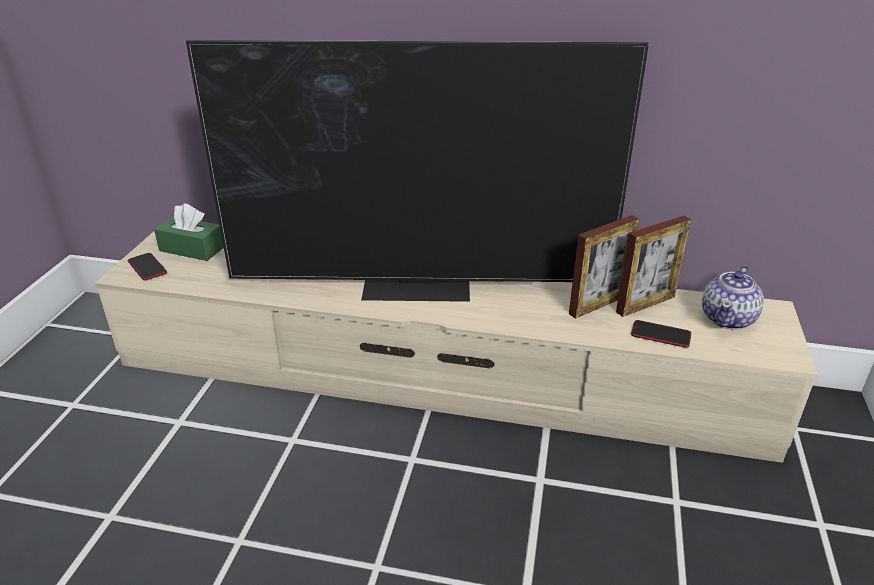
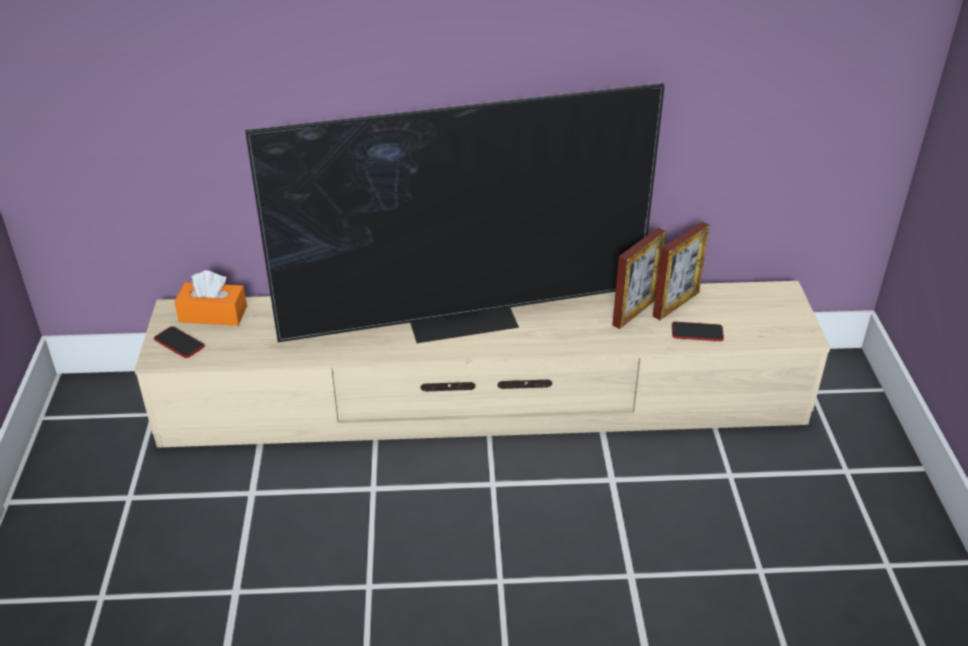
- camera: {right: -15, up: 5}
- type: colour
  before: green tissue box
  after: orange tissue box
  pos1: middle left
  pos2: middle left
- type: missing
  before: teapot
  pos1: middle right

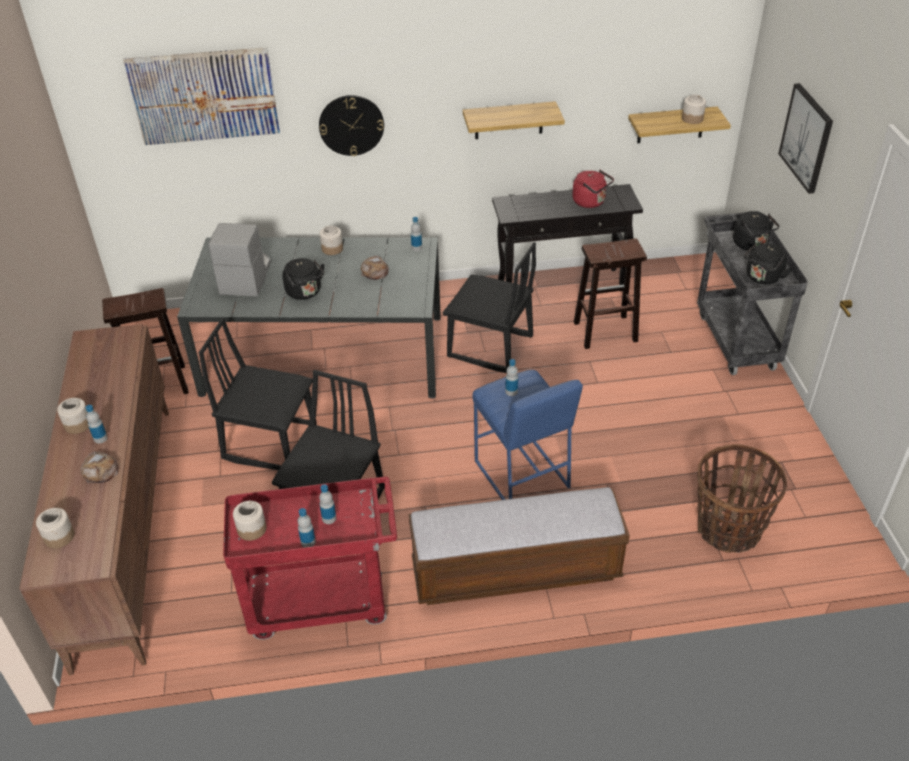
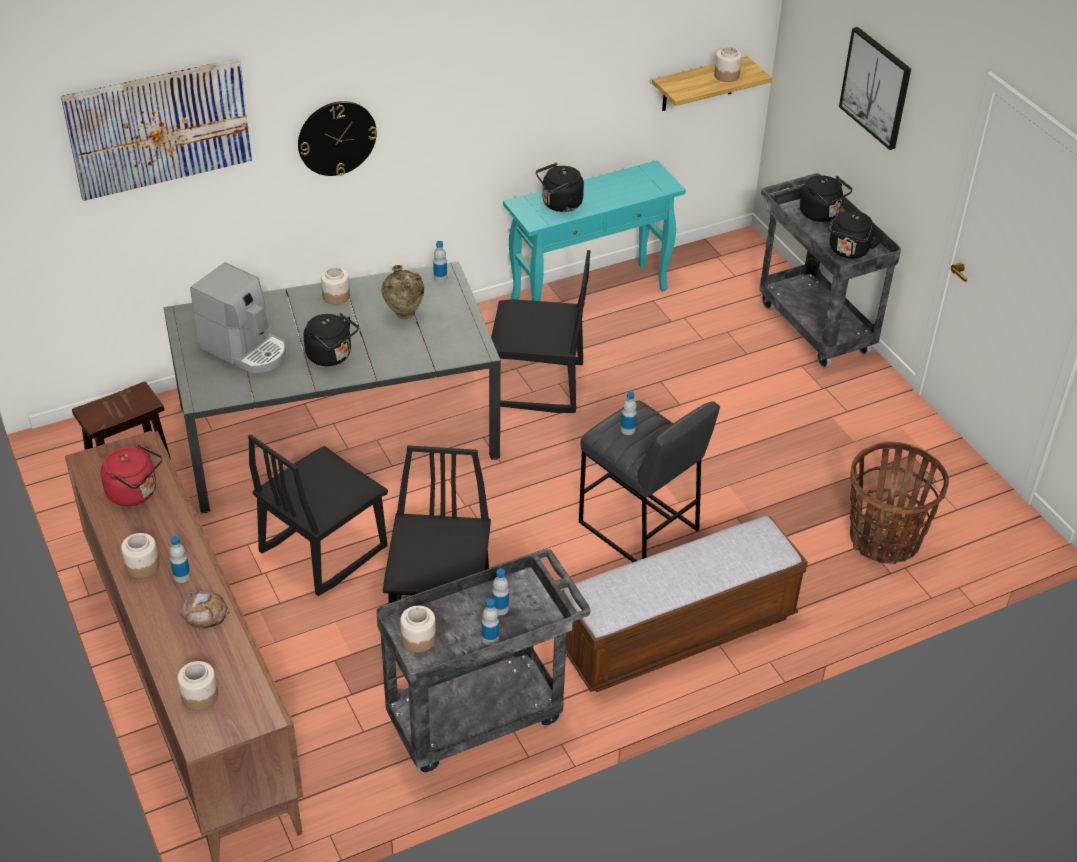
- camera: {right: -20, up: 0}
- type: spun
  before: black chair (no. 1 from left)
  pos1: middle left
  pos2: middle left
  turn: -45
- type: spun
  before: coffee machine
  pos1: middle left
  pos2: middle left
  turn: 135
- type: colour
  before: red cart
  after: grey cart (no. 1 from left)
  pos1: bottom centre
  pos2: bottom centre
- type: exchanged
  before: bread (no. 2 from left)
  after: beige vase
  pos1: centre
  pos2: centre
- type: missing
  before: shelf (no. 1 from left)
  pos1: top centre
- type: colour
  before: blue stool
  after: grey stool
  pos1: centre
  pos2: centre
- type: colour
  before: black console table
  after: turquoise console table
  pos1: top centre
  pos2: top centre
- type: relocated
  before: red kettle
  pos1: top centre
  pos2: middle left
- type: missing
  before: brown stool (no. 2 from left)
  pos1: middle right
- type: appeared
  after: black kettle (no. 2 from left)
  pos2: top centre

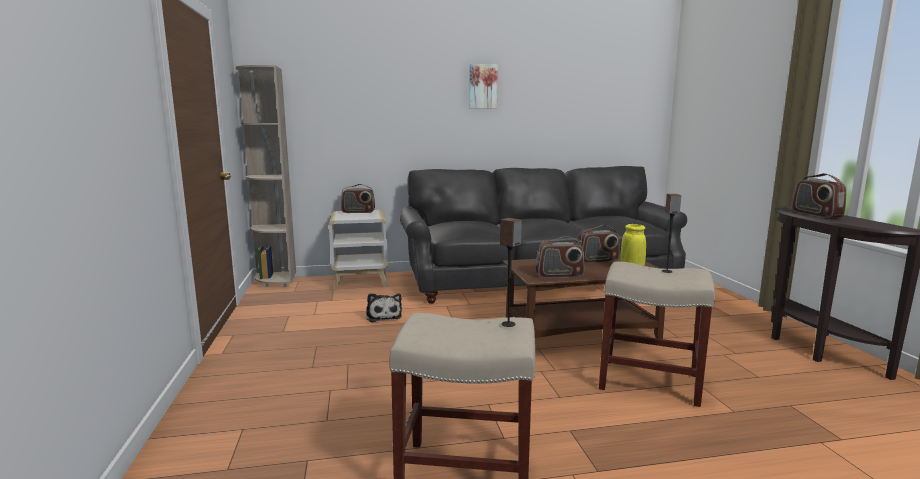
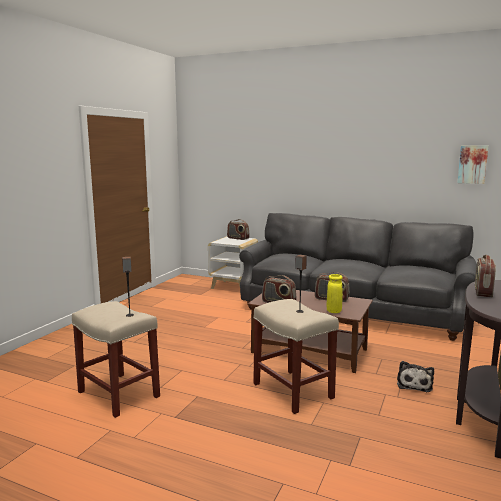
- camera: {right: 35, up: 0}
- type: missing
  before: beige bookcase
  pos1: middle left
- type: relocated
  before: plush toy
  pos1: centre
  pos2: bottom right
- type: relocated
  before: picture
  pos1: top centre
  pos2: top right

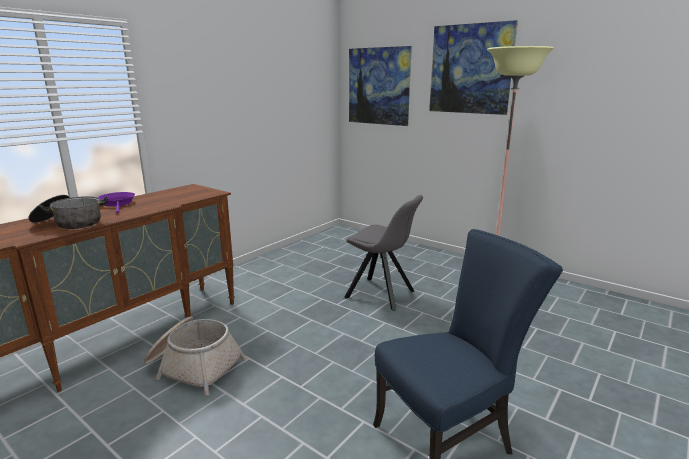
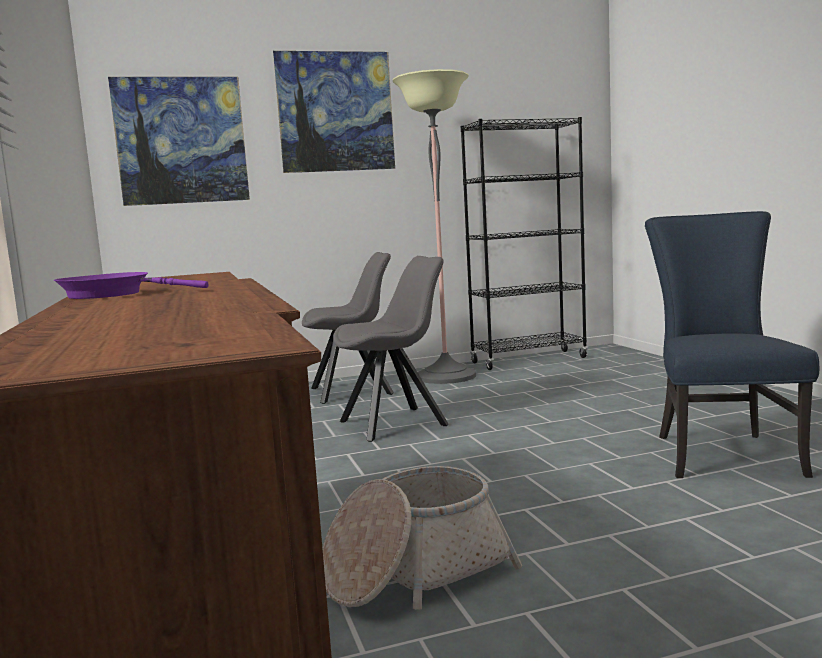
- camera: {right: -55, up: -10}
- type: missing
  before: cooking pot
  pos1: middle left
- type: appeared
  after: grey chair (no. 1 from left)
  pos2: centre
- type: appeared
  after: black bookcase
  pos2: centre

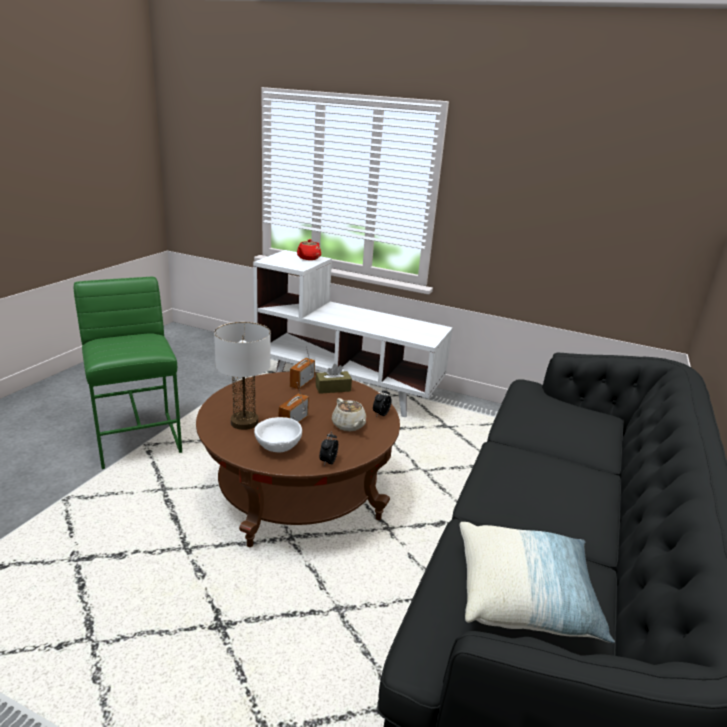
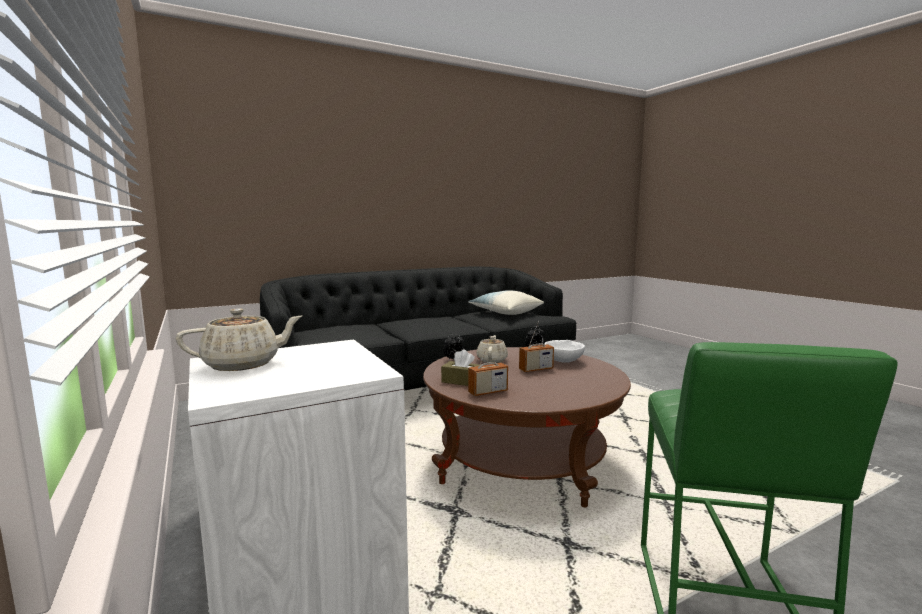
- camera: {right: -140, up: -15}
- type: missing
  before: table lamp
  pos1: middle left
- type: colour
  before: red teapot
  after: beige teapot (no. 1 from left)
  pos1: centre
  pos2: middle left

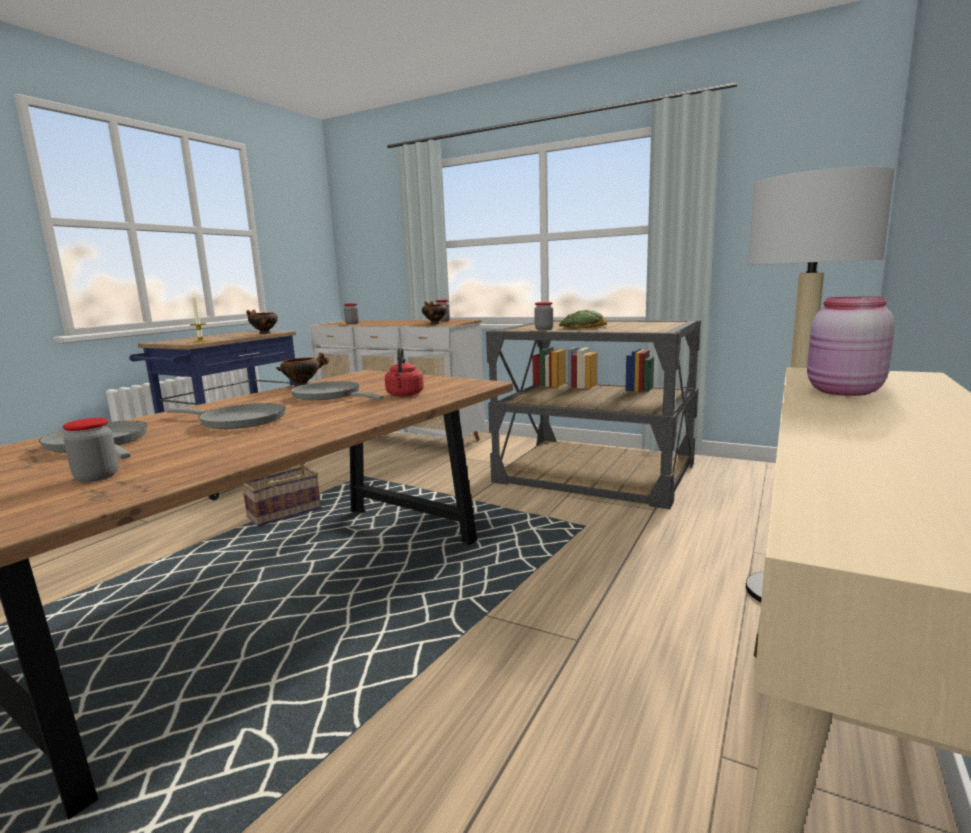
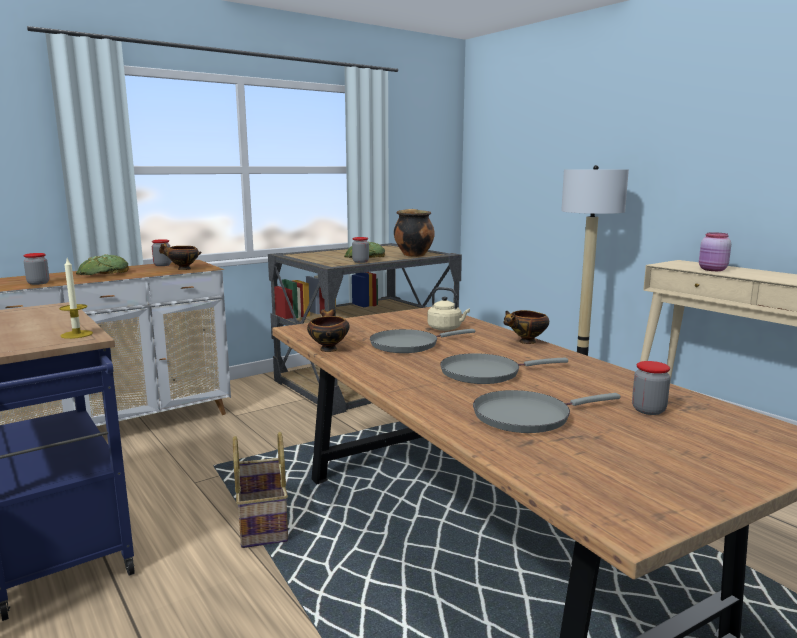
- camera: {right: -65, up: 0}
- type: spun
  before: grey frying pan (no. 2 from left)
  pos1: middle left
  pos2: centre
  turn: -150
- type: relocated
  before: bowl (no. 1 from left in the first image)
  after: bowl (no. 3 from left)
  pos1: middle left
  pos2: centre
- type: colour
  before: red kettle
  after: beige kettle
  pos1: centre
  pos2: centre
- type: appeared
  after: bread (no. 1 from left)
  pos2: middle left
- type: appeared
  after: cooking pot
  pos2: centre

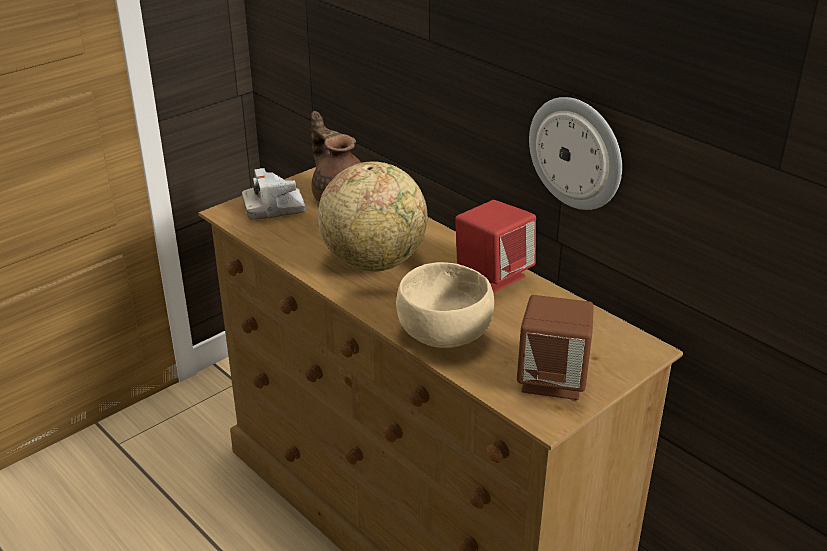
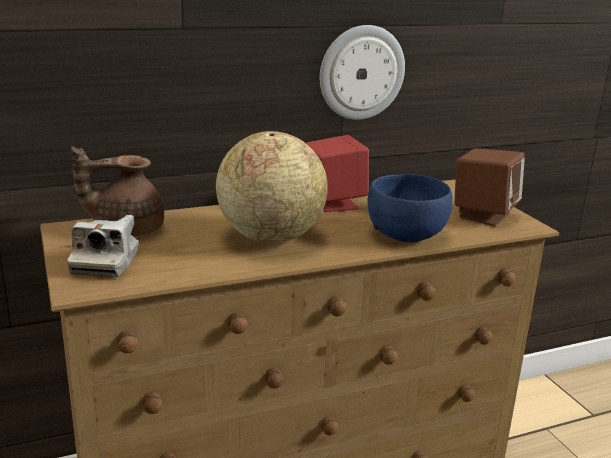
- camera: {right: -70, up: -10}
- type: colour
  before: beige bowl
  after: blue bowl
  pos1: centre
  pos2: middle right

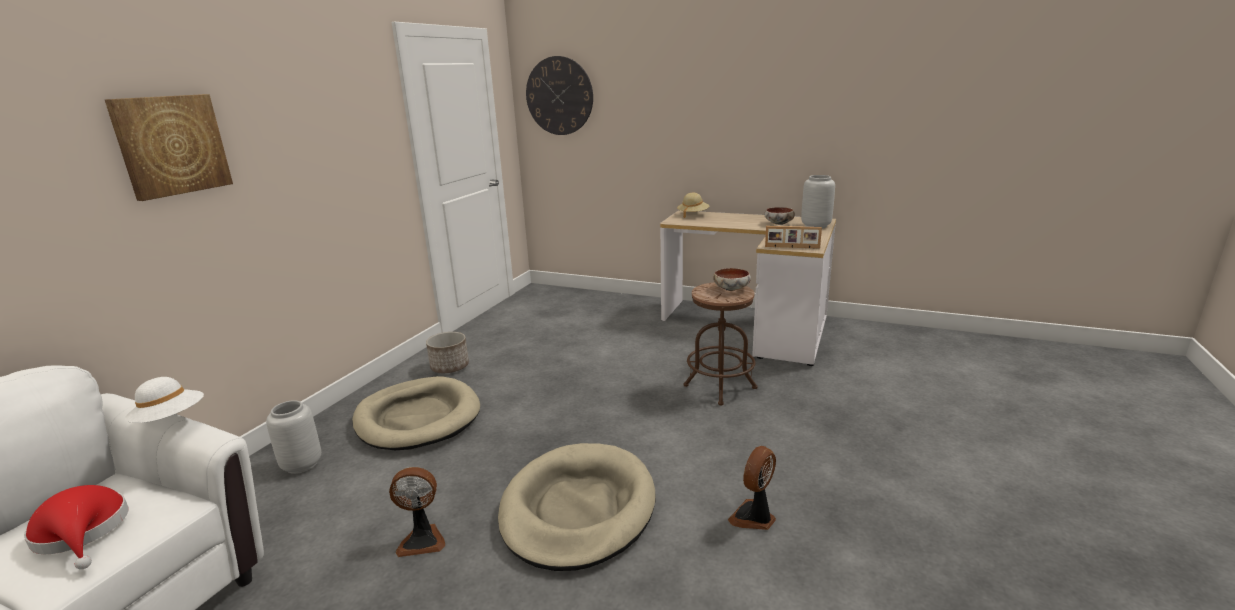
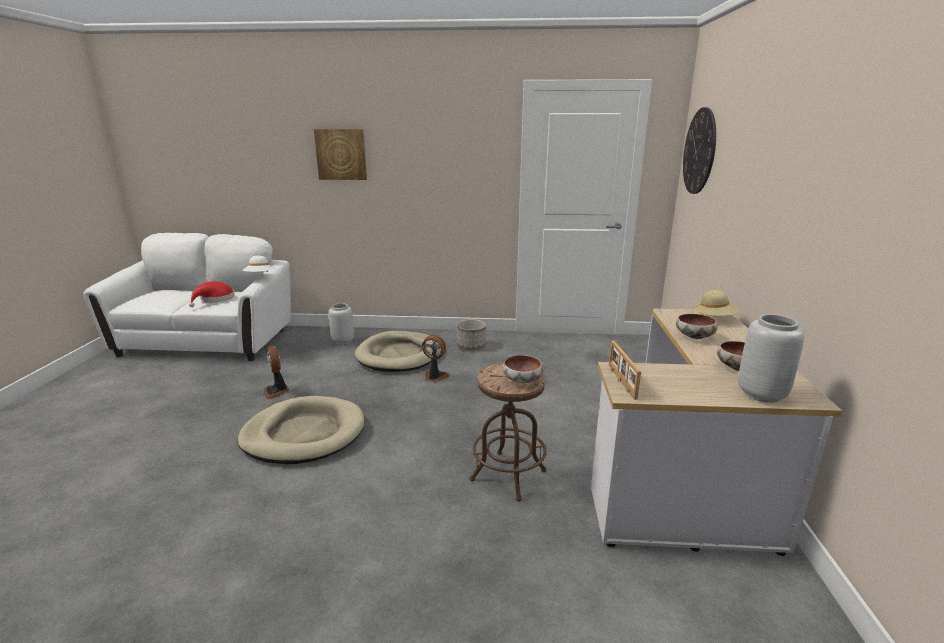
- camera: {right: 70, up: 0}
- type: relocated
  before: fan (no. 2 from left)
  pos1: bottom centre
  pos2: centre
- type: appeared
  after: bowl (no. 2 from left)
  pos2: middle right

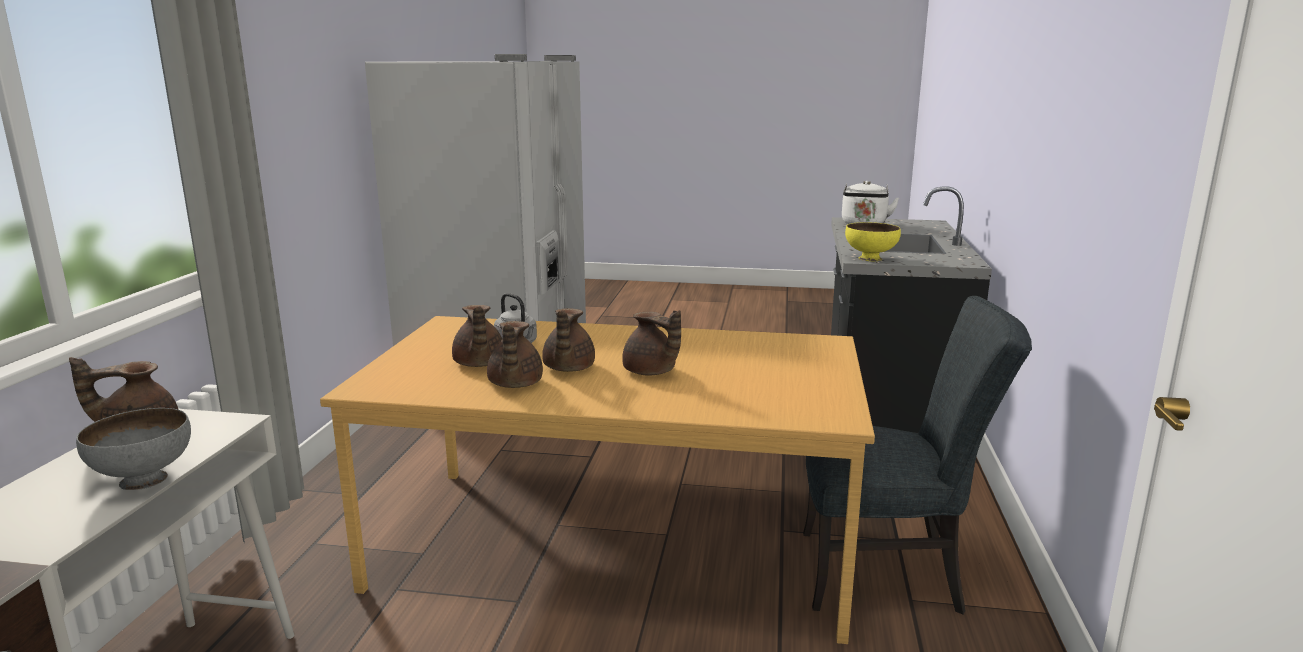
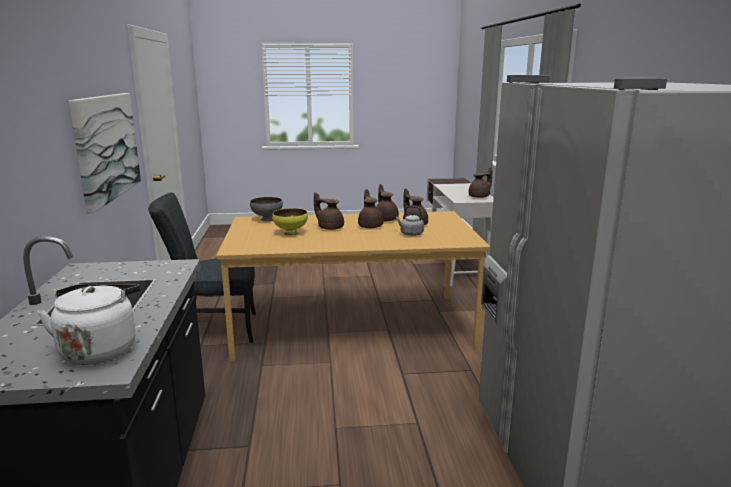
- camera: {right: 165, up: 0}
- type: relocated
  before: grey bowl
  pos1: bottom left
  pos2: centre
- type: relocated
  before: yellow bowl
  pos1: middle right
  pos2: centre
- type: appeared
  after: picture
  pos2: top left

